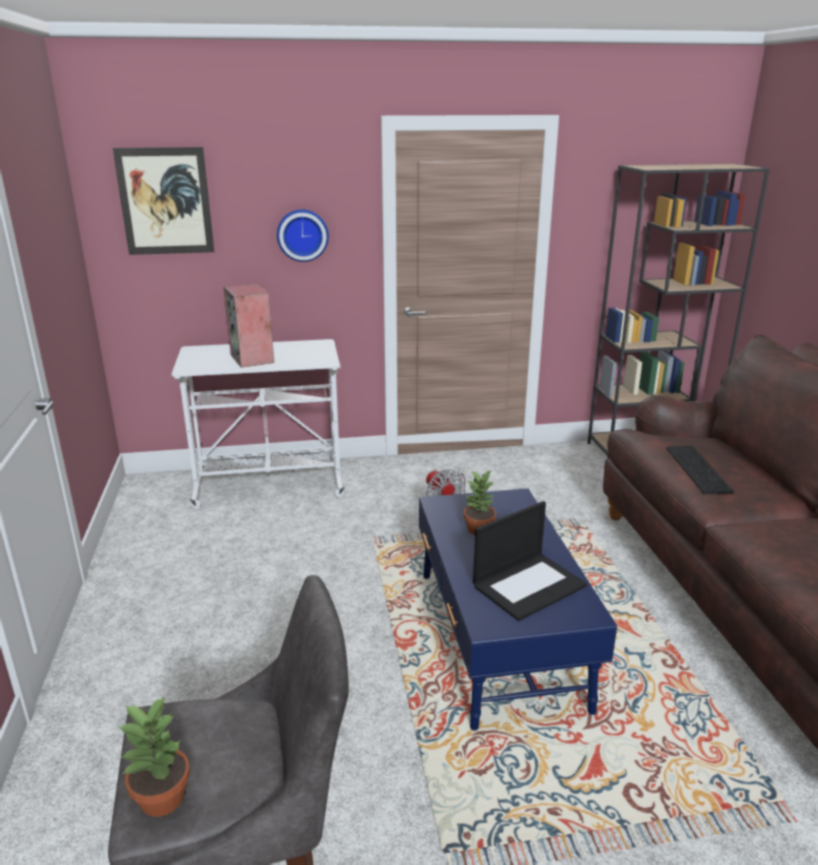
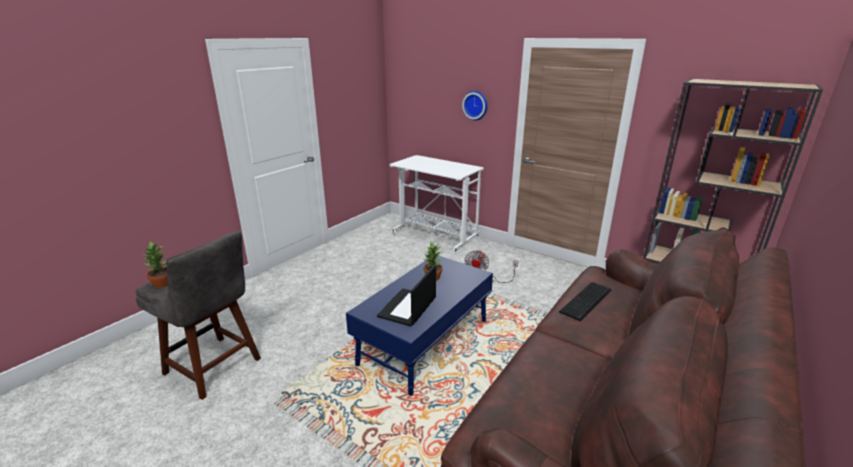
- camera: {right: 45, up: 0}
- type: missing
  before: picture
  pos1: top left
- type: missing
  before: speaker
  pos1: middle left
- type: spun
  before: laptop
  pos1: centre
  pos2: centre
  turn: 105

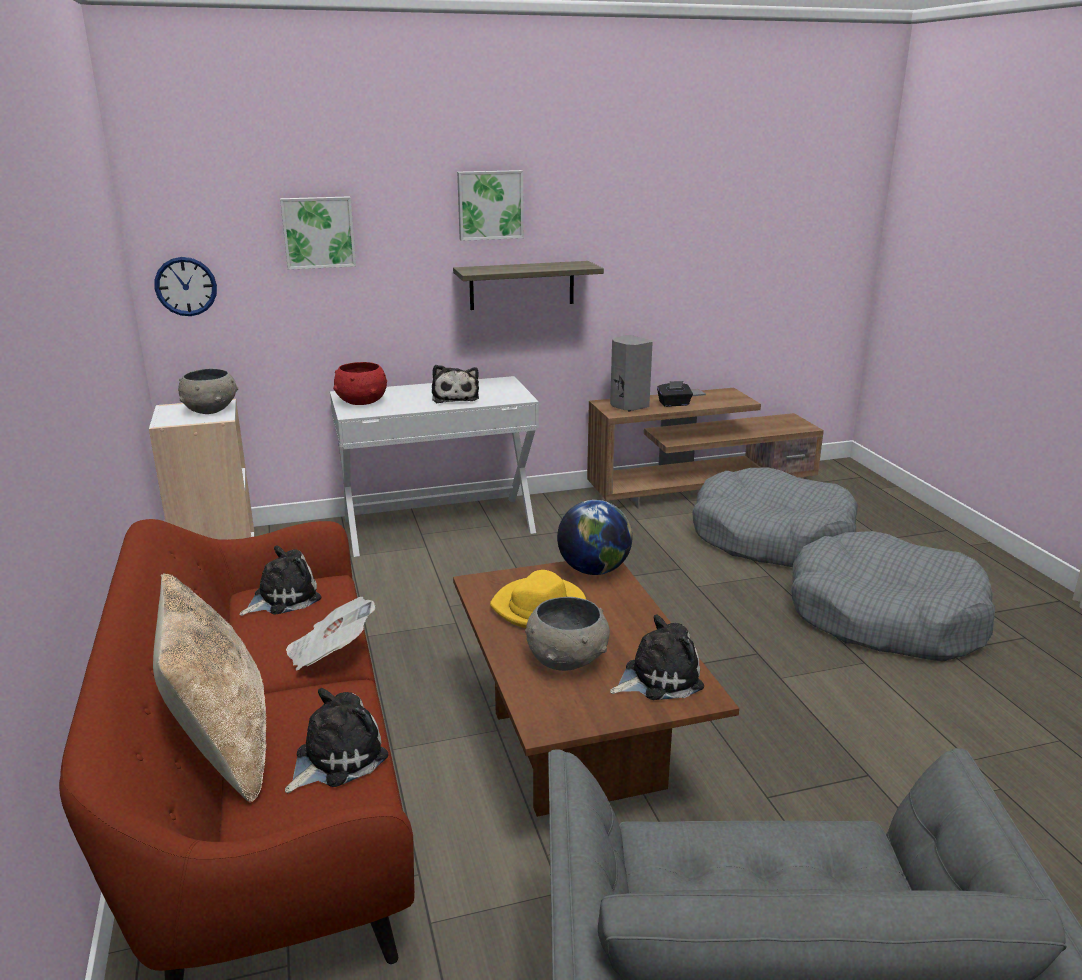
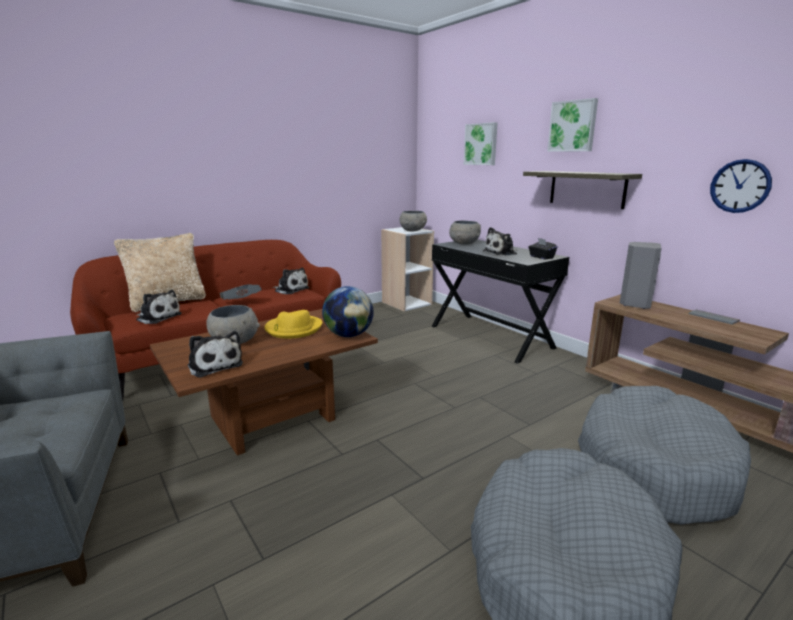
- camera: {right: 70, up: -5}
- type: relocated
  before: wall clock
  pos1: top left
  pos2: top right
- type: colour
  before: white console table
  after: black console table
  pos1: centre
  pos2: centre
- type: colour
  before: red bowl
  after: grey bowl (no. 3 from left)
  pos1: middle left
  pos2: centre
- type: relocated
  before: black tissue box
  pos1: centre
  pos2: middle right

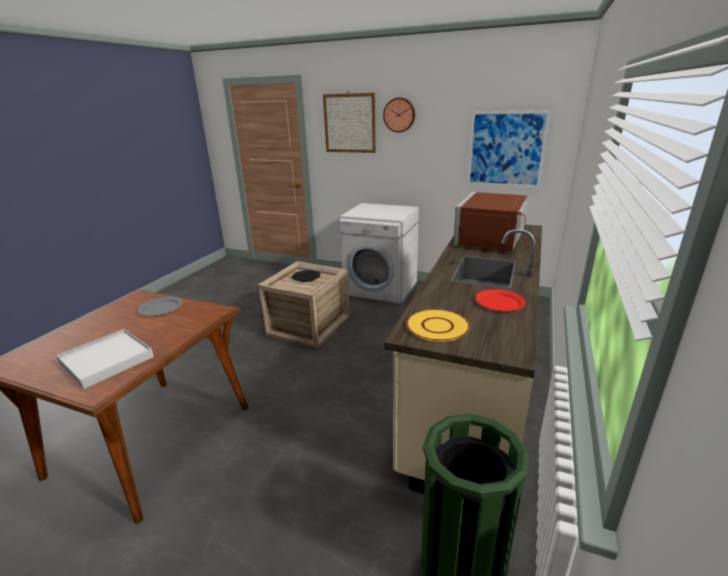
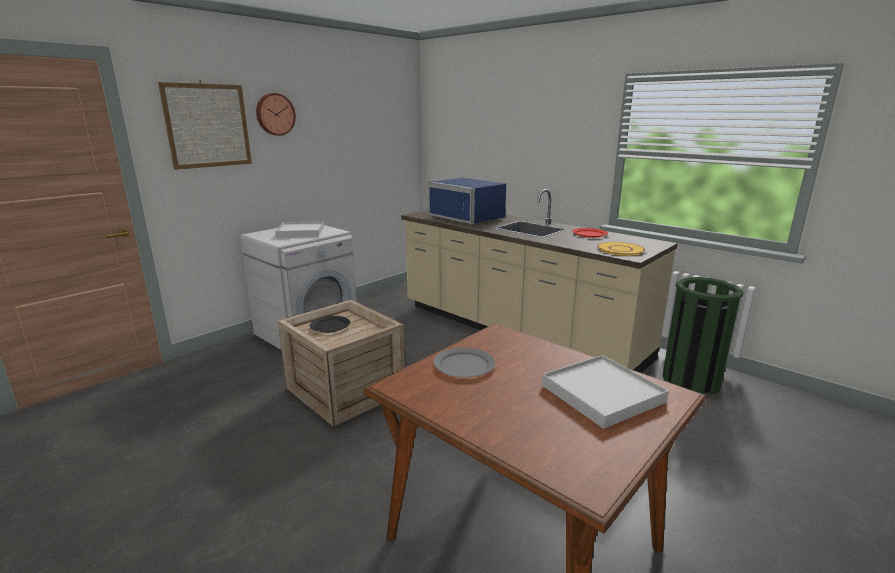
- camera: {right: -70, up: -5}
- type: colour
  before: brown microwave
  after: blue microwave
  pos1: middle right
  pos2: centre
- type: missing
  before: picture (no. 2 from left)
  pos1: top right
- type: appeared
  after: white tray (no. 1 from left)
  pos2: centre

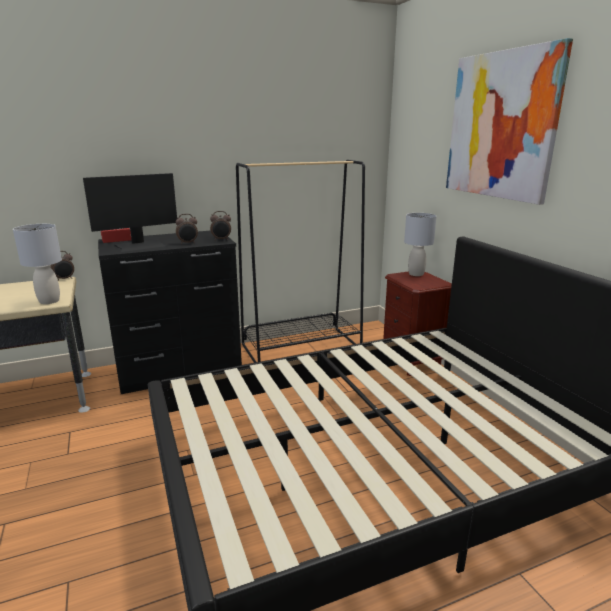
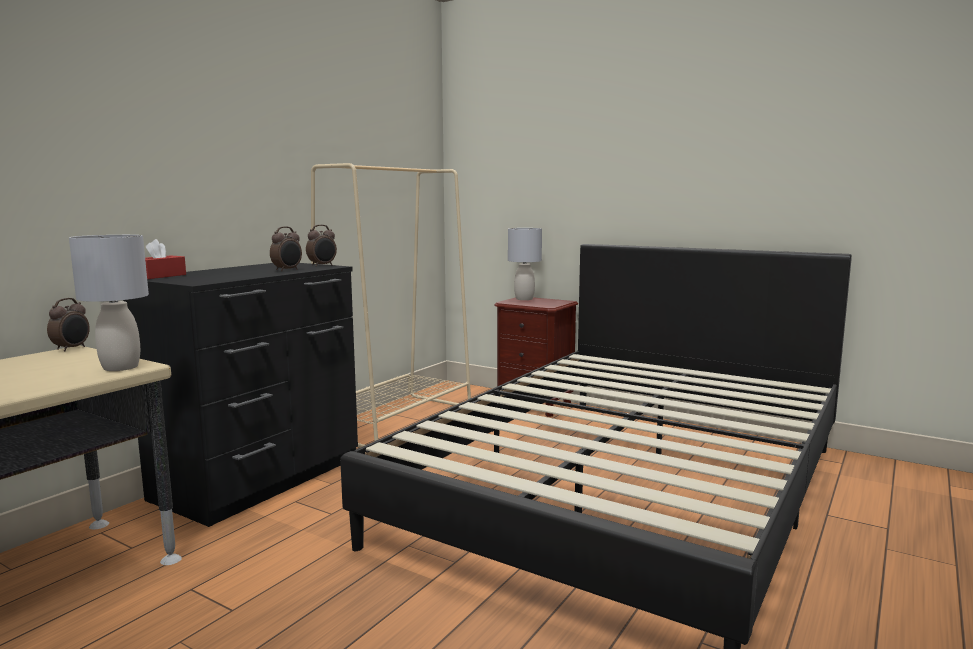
- camera: {right: -35, up: -10}
- type: missing
  before: monitor
  pos1: middle left
- type: colour
  before: black clothes rack
  after: beige clothes rack
  pos1: centre
  pos2: centre
- type: missing
  before: picture
  pos1: top right

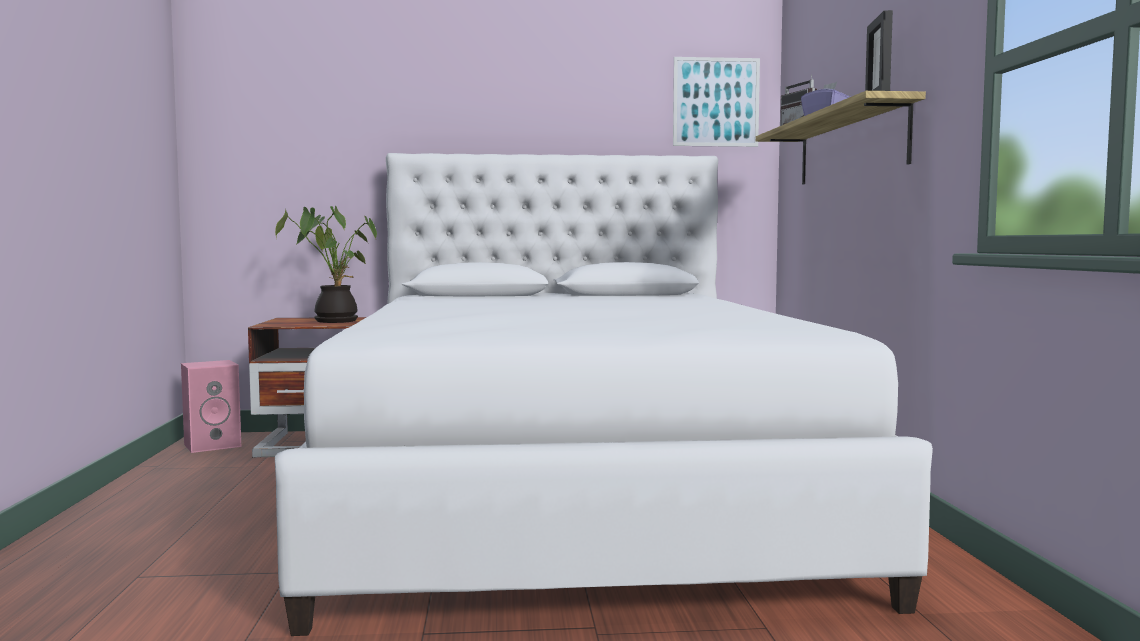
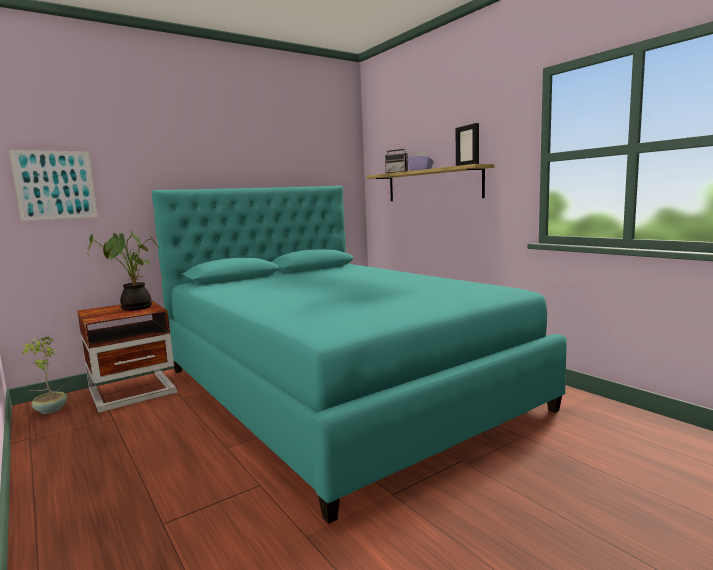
- camera: {right: -30, up: 5}
- type: exchanged
  before: pink speaker
  after: potted plant (no. 1 from left)
  pos1: middle left
  pos2: middle left
- type: colour
  before: white bed
  after: turquoise bed
  pos1: centre
  pos2: centre
- type: relocated
  before: picture
  pos1: top centre
  pos2: top left

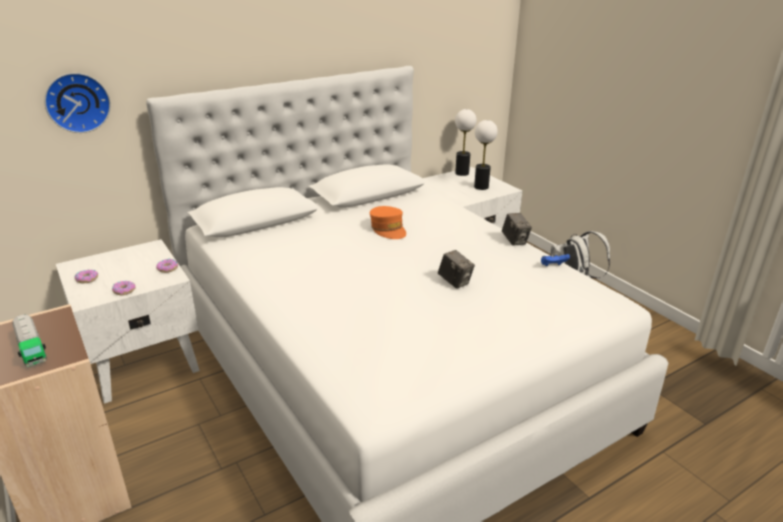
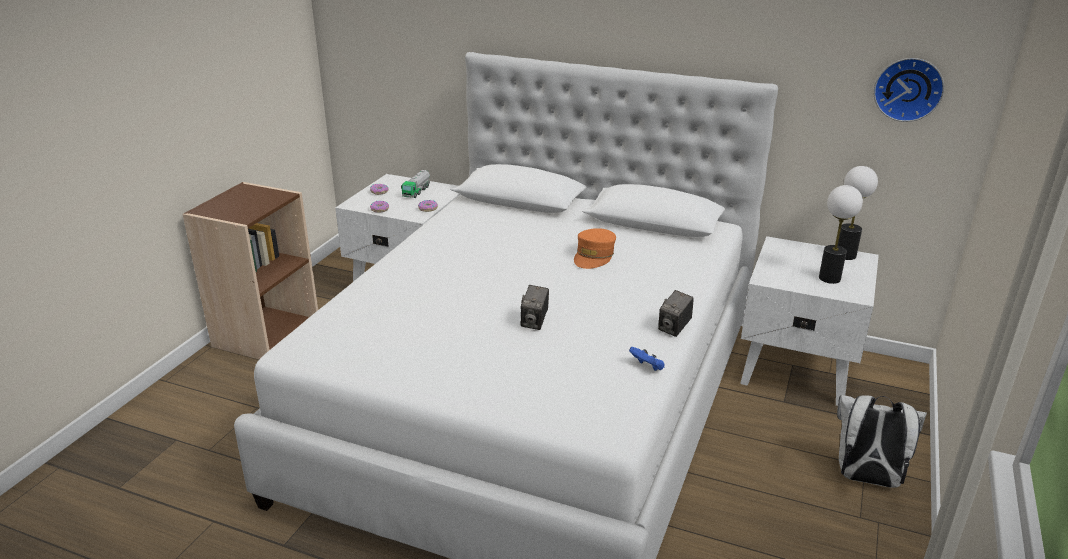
- camera: {right: 55, up: 0}
- type: relocated
  before: toy truck
  pos1: middle left
  pos2: top centre
- type: relocated
  before: wall clock
  pos1: top left
  pos2: top right

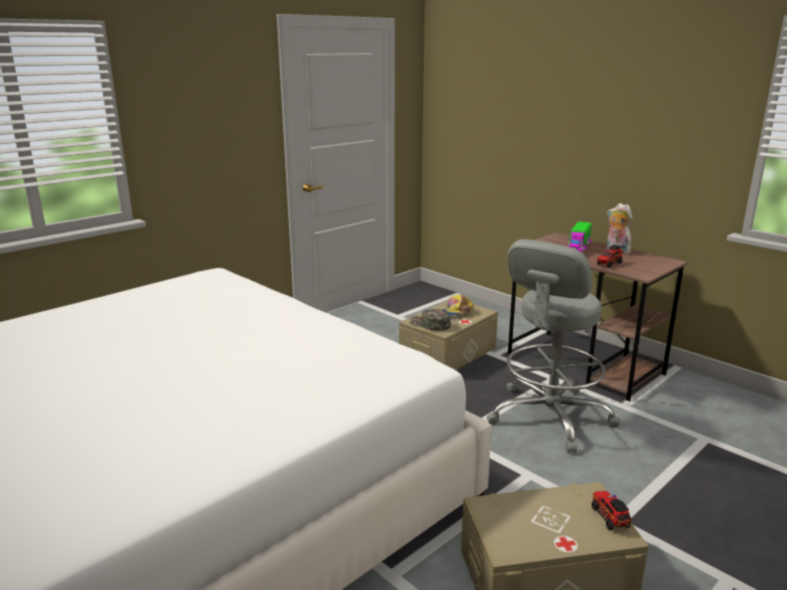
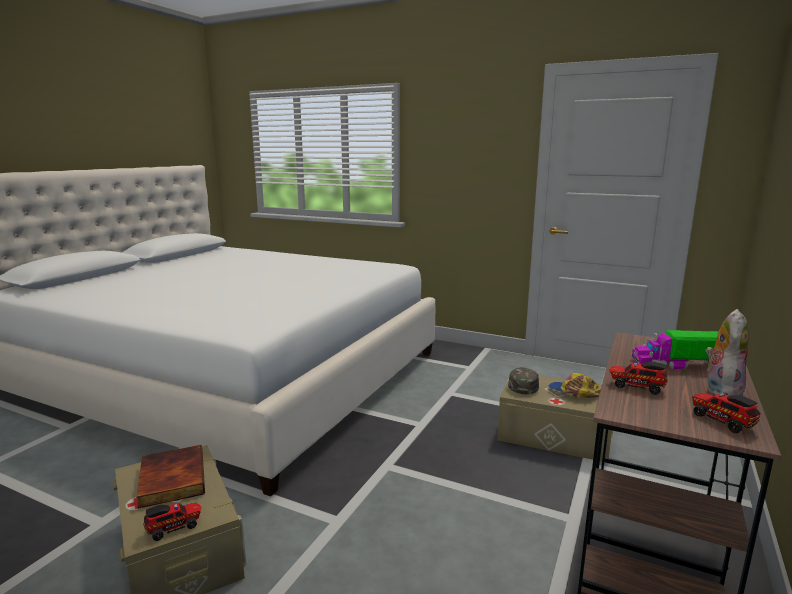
- camera: {right: 70, up: -5}
- type: missing
  before: grey stool
  pos1: middle right
- type: appeared
  after: book
  pos2: bottom left
- type: appeared
  after: toy truck (no. 4 from left)
  pos2: bottom right

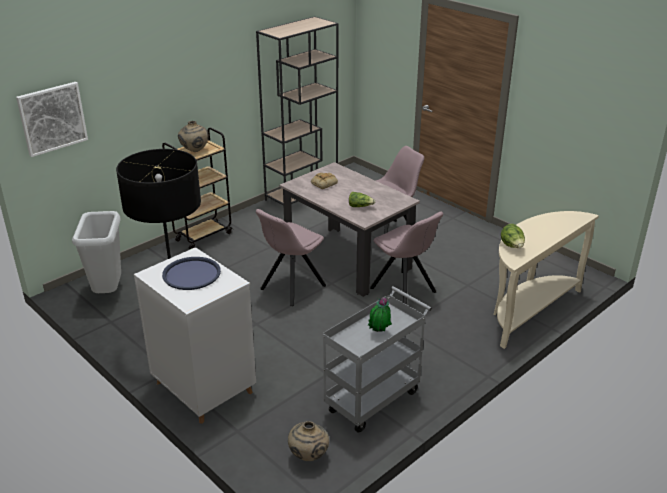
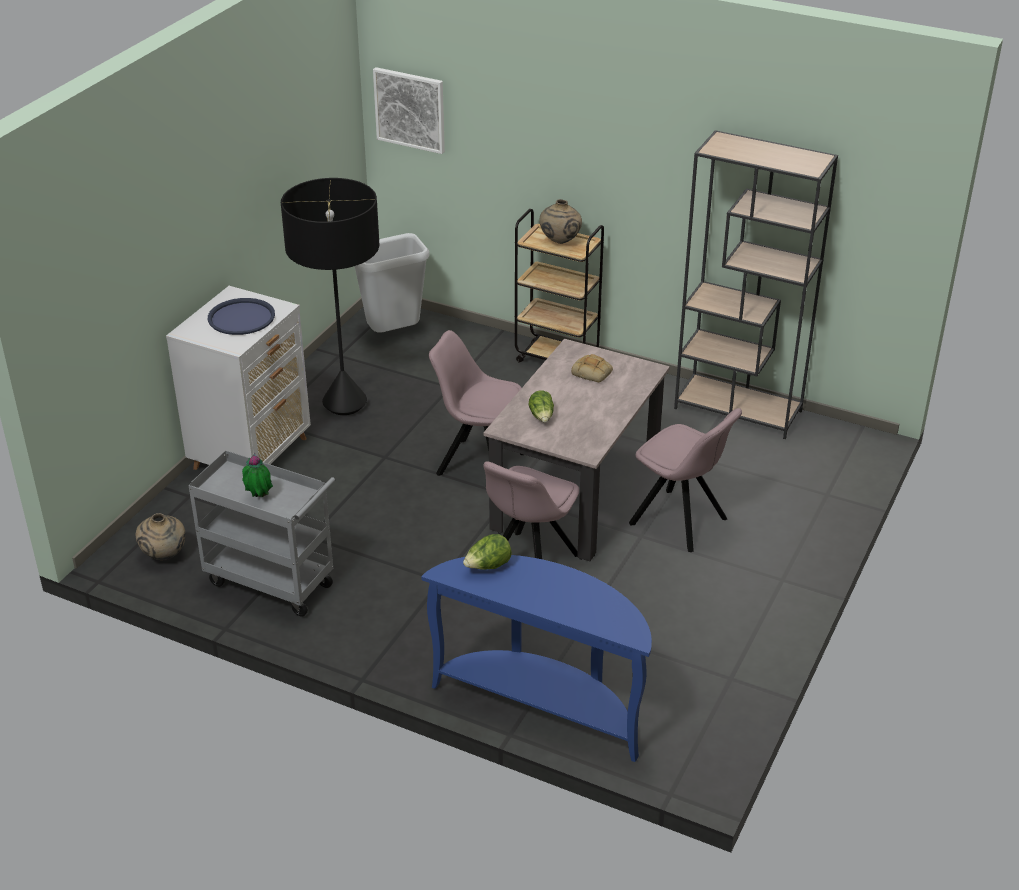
- camera: {right: 70, up: 5}
- type: colour
  before: beige console table
  after: blue console table
  pos1: middle right
  pos2: bottom centre

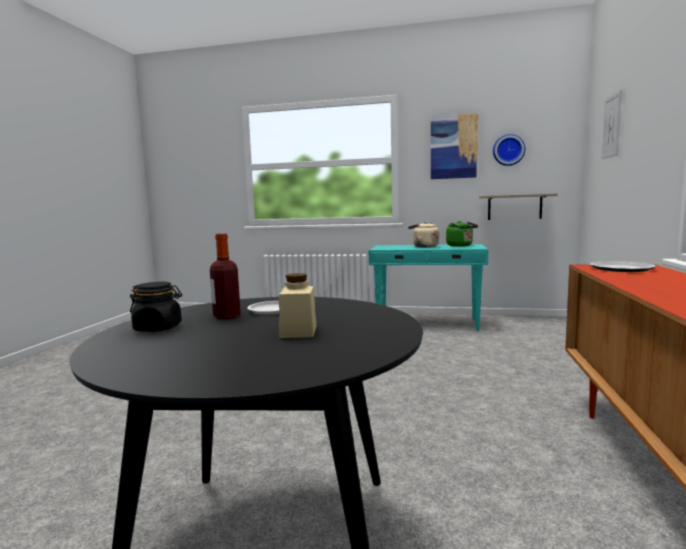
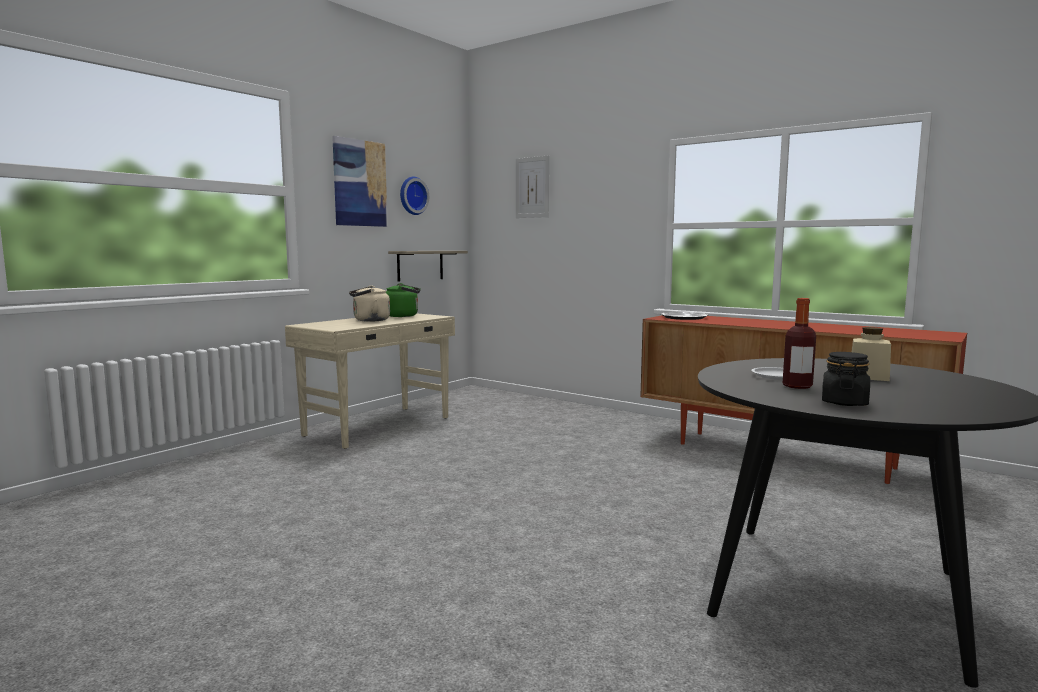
- camera: {right: -65, up: 0}
- type: colour
  before: turquoise console table
  after: beige console table
  pos1: centre
  pos2: centre

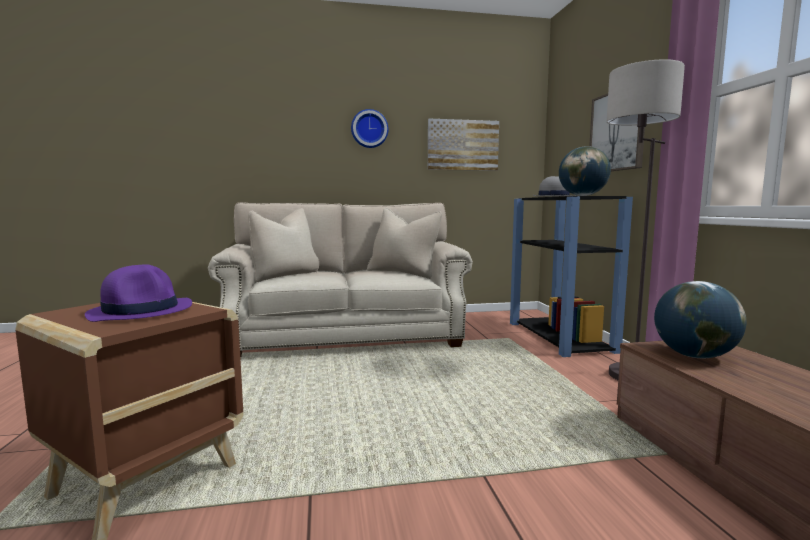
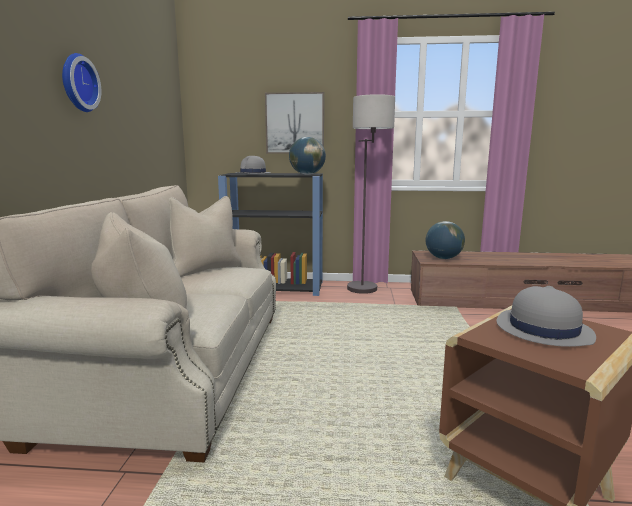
- camera: {right: -75, up: 5}
- type: colour
  before: purple hat
  after: grey hat (no. 2 from left)
  pos1: middle left
  pos2: middle right
- type: missing
  before: picture (no. 1 from left)
  pos1: top centre

